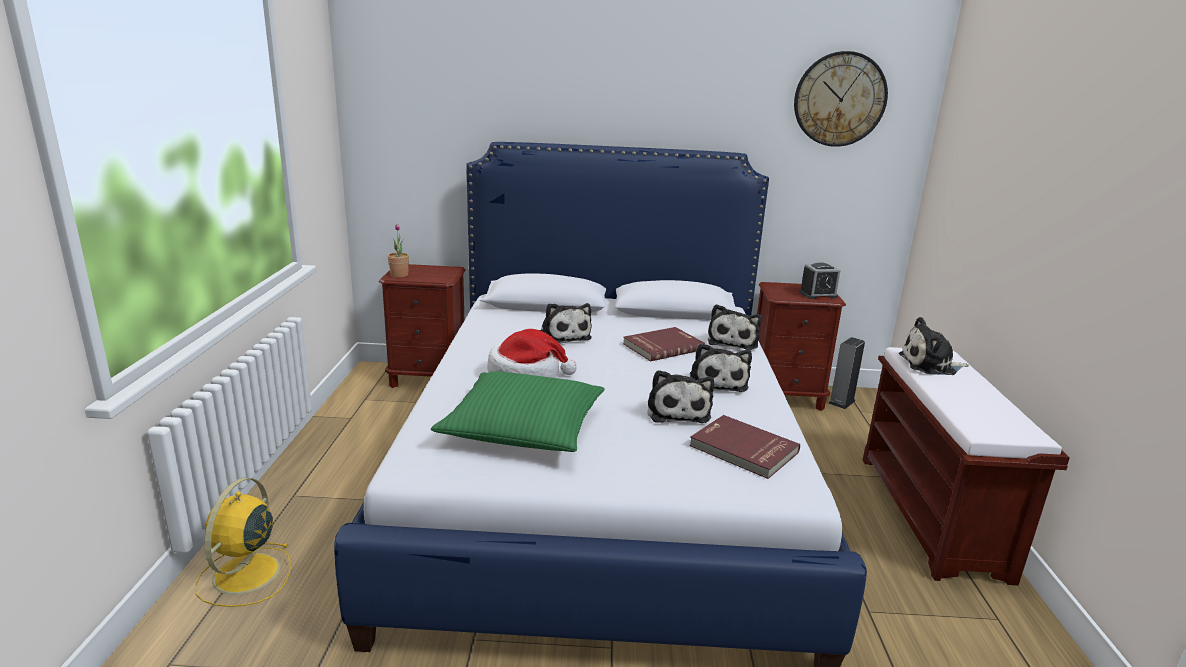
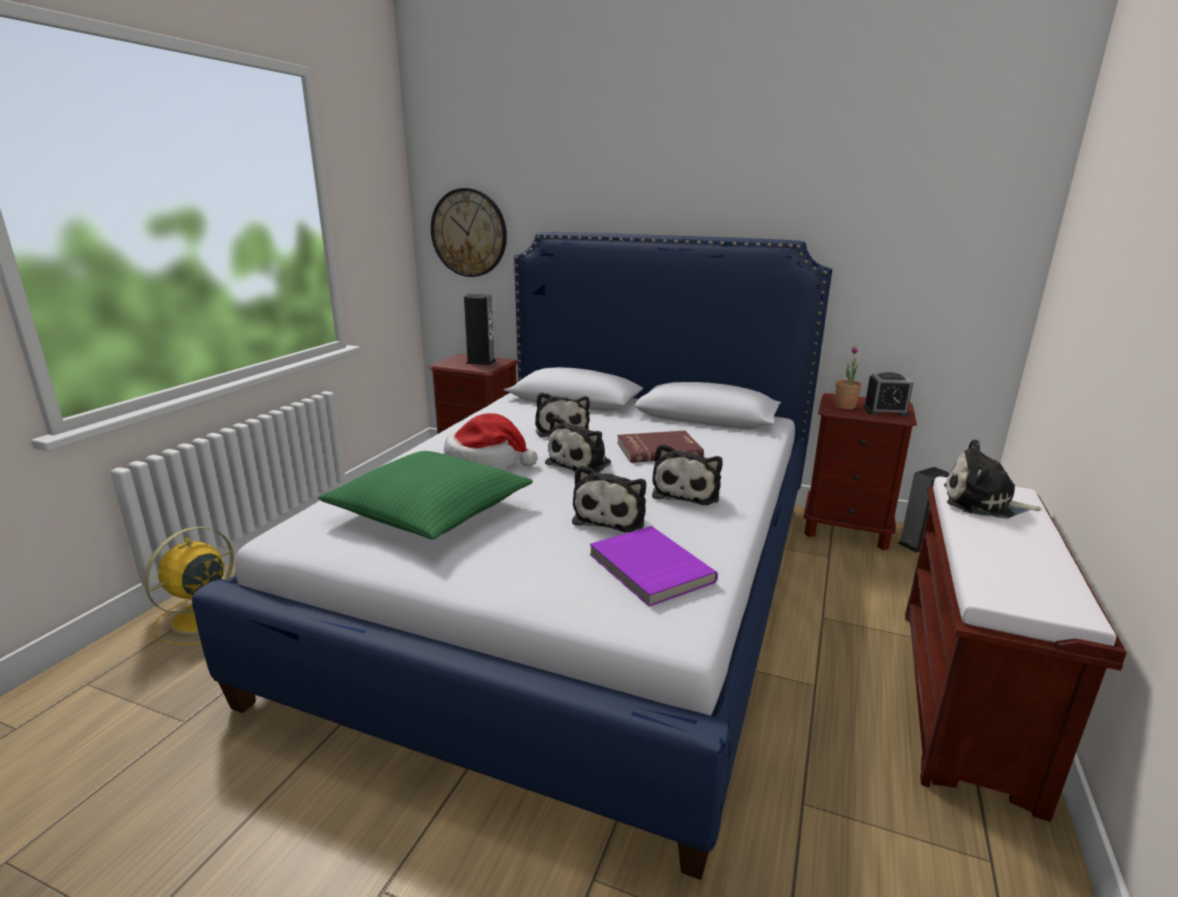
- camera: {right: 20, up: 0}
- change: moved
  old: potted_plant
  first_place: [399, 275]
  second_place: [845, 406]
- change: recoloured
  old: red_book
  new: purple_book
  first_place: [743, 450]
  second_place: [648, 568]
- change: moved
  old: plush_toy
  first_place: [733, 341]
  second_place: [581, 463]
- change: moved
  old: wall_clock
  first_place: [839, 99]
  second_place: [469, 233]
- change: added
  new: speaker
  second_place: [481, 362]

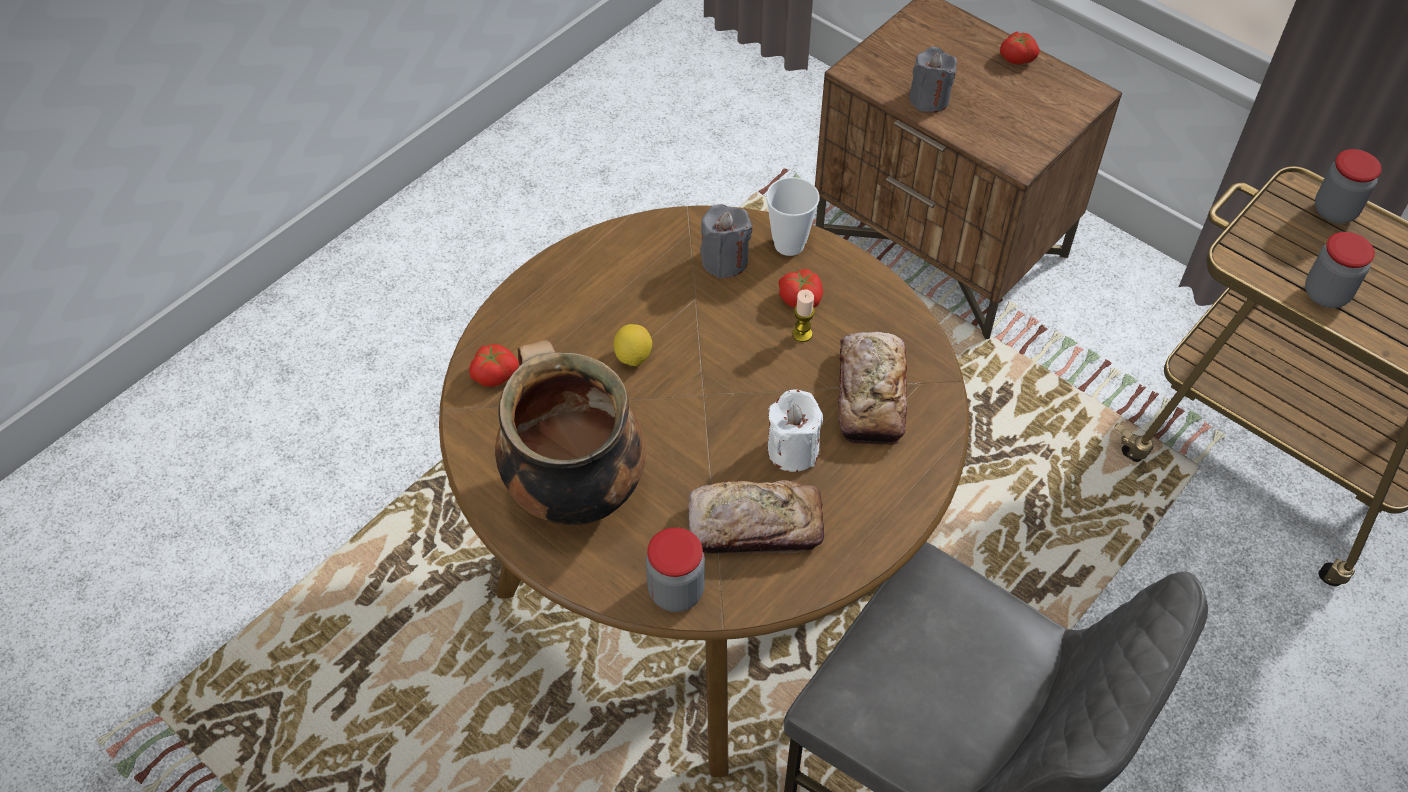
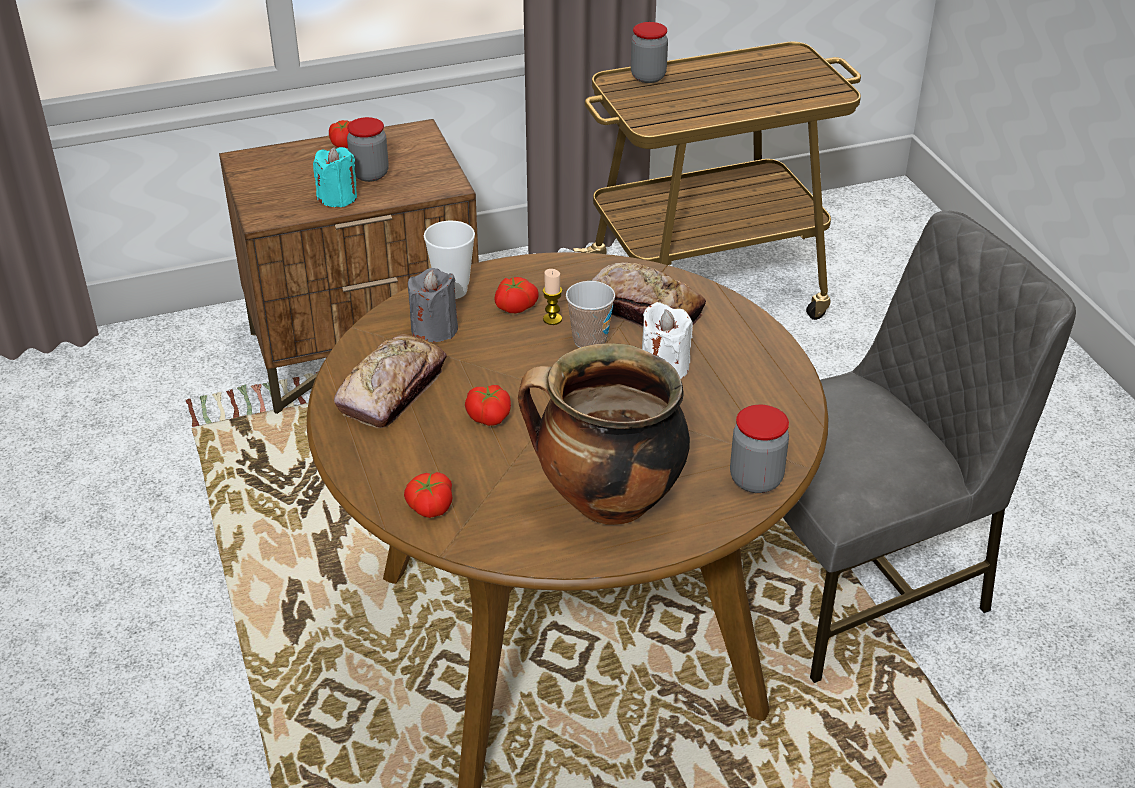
- camera: {right: -60, up: -15}
- change: replaced
  old: lemon
  new: tomato
  first_place: [633, 356]
  second_place: [490, 416]
- change: moved
  old: bread
  first_place: [755, 526]
  second_place: [392, 391]
- change: recoloured
  old: grey_candle
  new: turquoise_candle
  first_place: [929, 99]
  second_place: [338, 198]
- change: moved
  old: jar
  first_place: [1326, 294]
  second_place: [370, 174]
- change: added
  new: cup
  second_place: [589, 340]

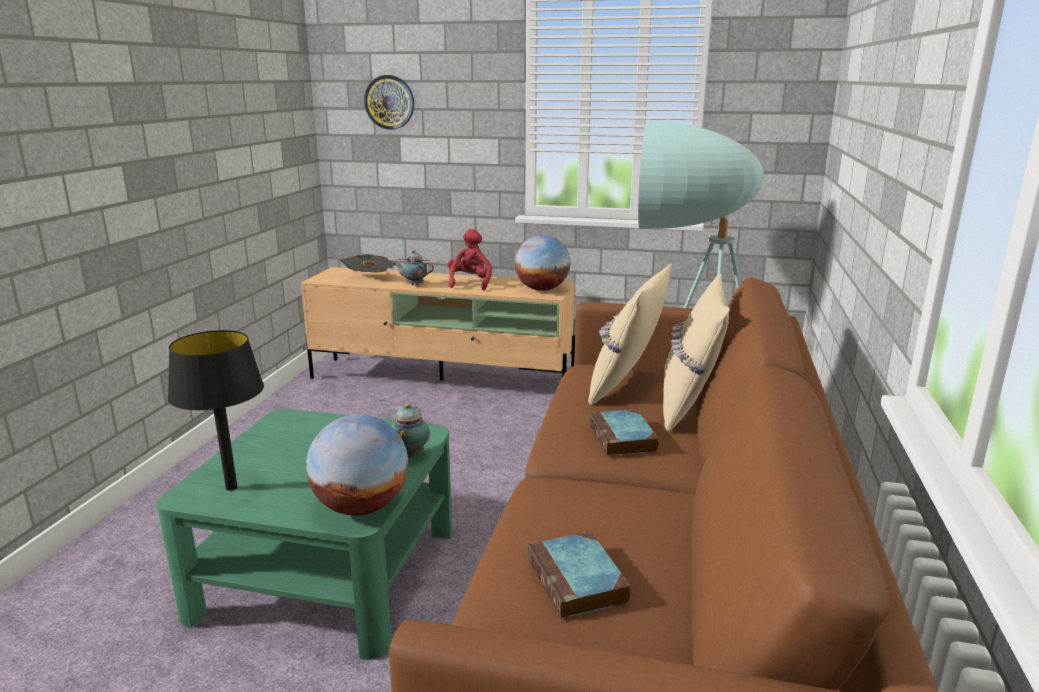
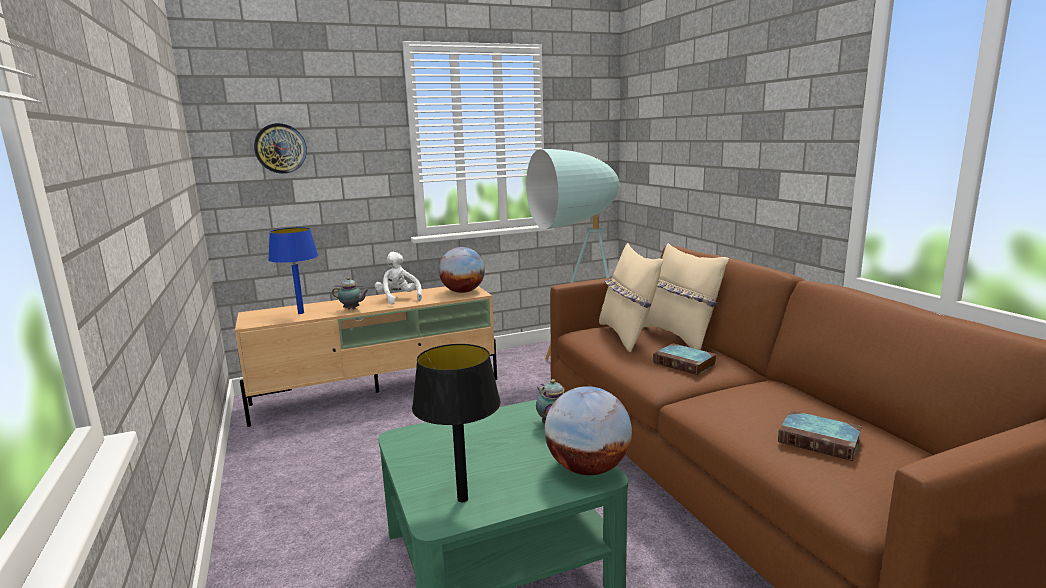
- camera: {right: -35, up: -5}
- change: replaced
  old: newspaper
  new: blue_table_lamp
  first_place: [370, 278]
  second_place: [301, 313]
- change: turned
  old: teapot
  first_place: [414, 285]
  second_place: [352, 309]
  degrees: -150
- change: recoloured
  old: red_plush_toy
  new: white_plush_toy
  first_place: [470, 283]
  second_place: [398, 299]

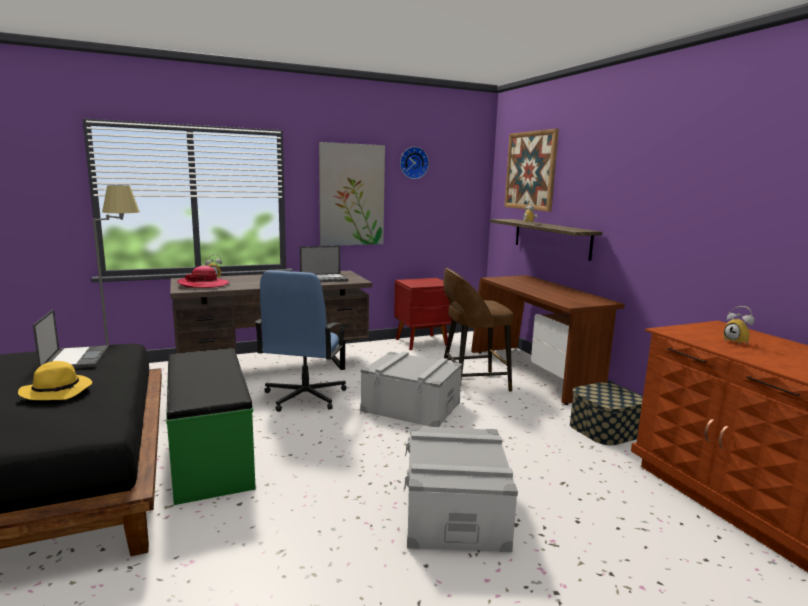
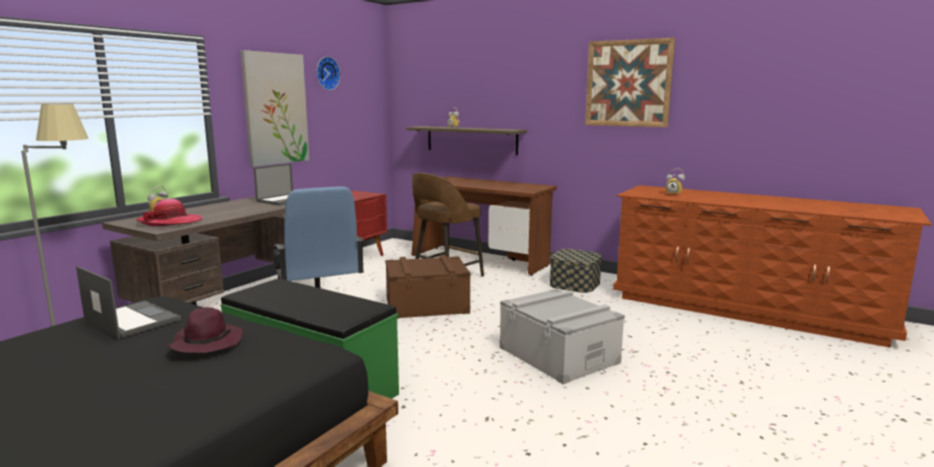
- camera: {right: -35, up: 0}
- change: recoloured
  old: yellow_hat
  new: purple_hat
  first_place: [58, 391]
  second_place: [206, 342]
- change: recoloured
  old: grey_storage_box
  new: brown_storage_box
  first_place: [411, 407]
  second_place: [427, 305]
- change: moved
  old: picture
  first_place: [530, 170]
  second_place: [628, 83]

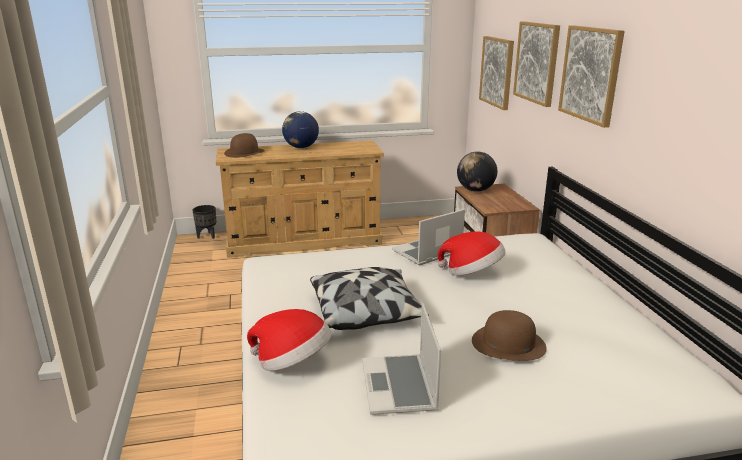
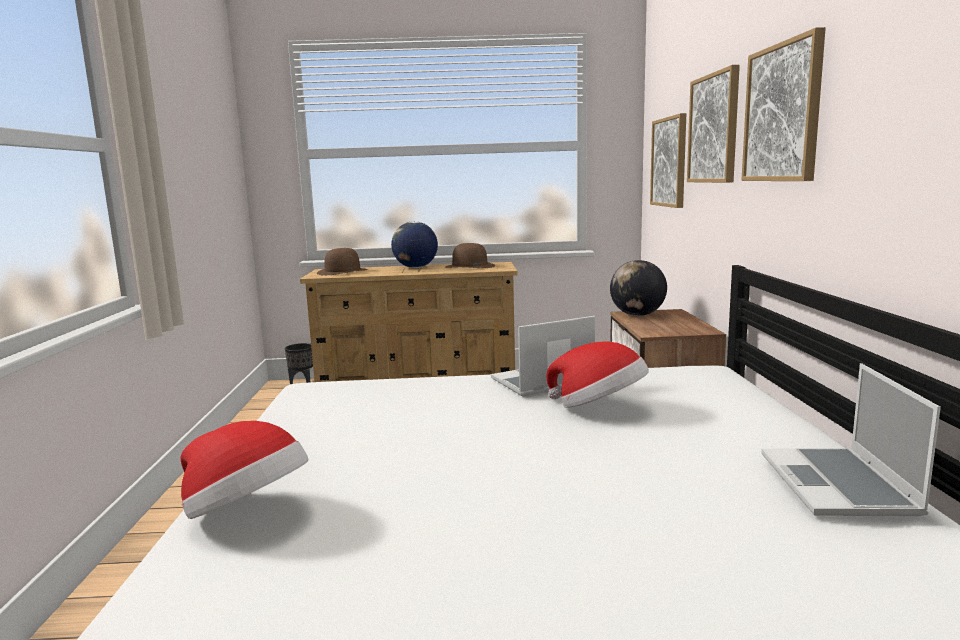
- camera: {right: 10, up: -10}
- change: removed
  old: pillow
  first_place: [366, 312]
- change: moved
  old: laptop
  first_place: [400, 386]
  second_place: [839, 485]
- change: moved
  old: brown_hat
  first_place: [508, 343]
  second_place: [469, 266]

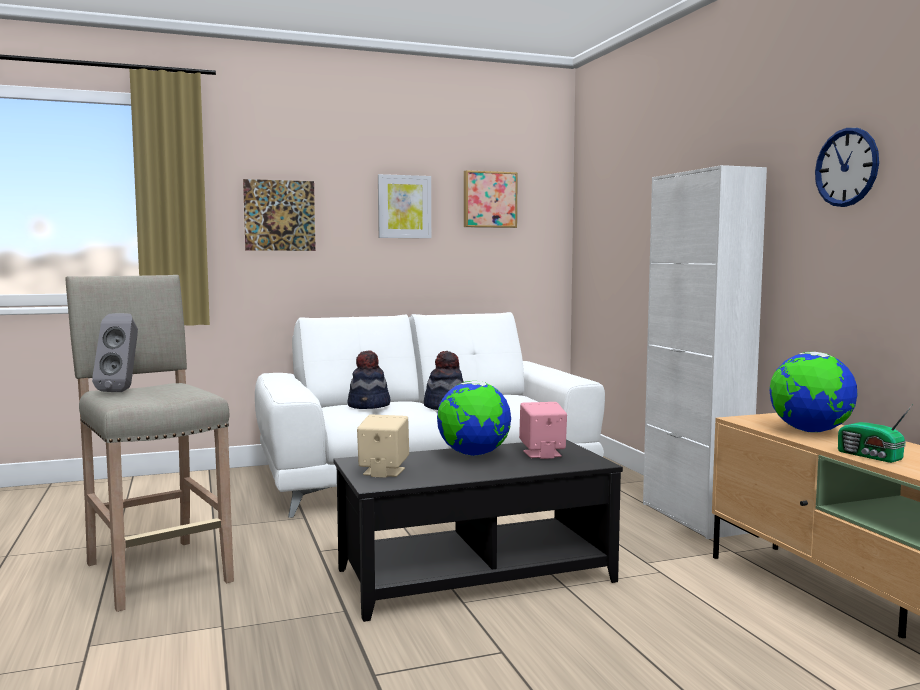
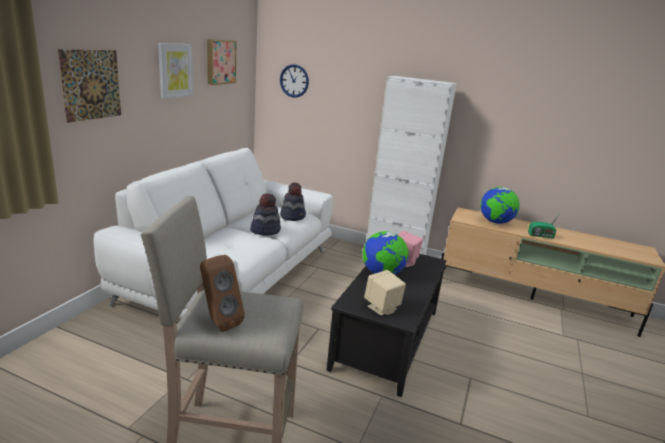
- camera: {right: -50, up: 15}
- change: recoloured
  old: grey_speaker
  new: brown_speaker
  first_place: [121, 391]
  second_place: [218, 322]
- change: moved
  old: hat
  first_place: [369, 406]
  second_place: [293, 216]
- change: moved
  old: wall_clock
  first_place: [846, 167]
  second_place: [294, 81]

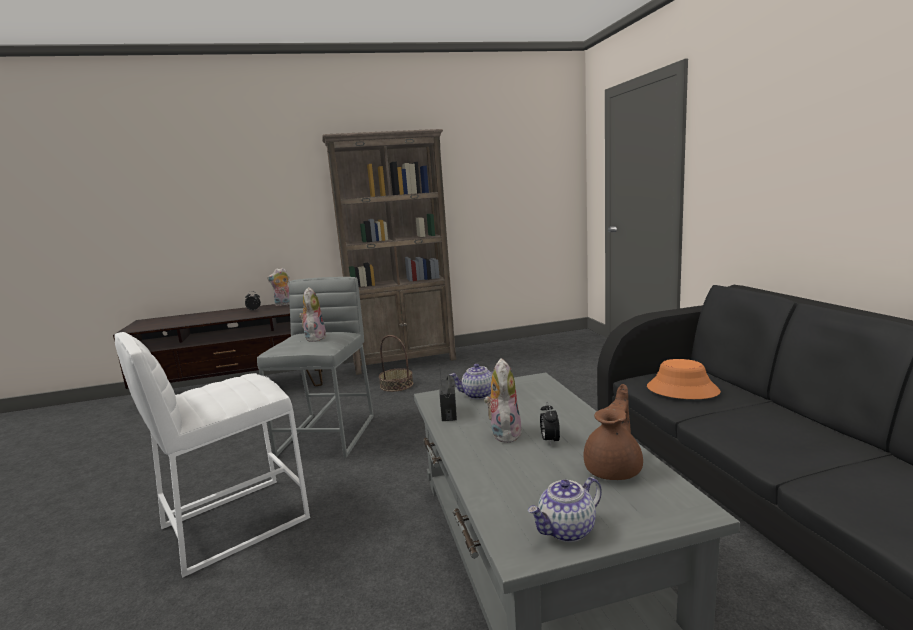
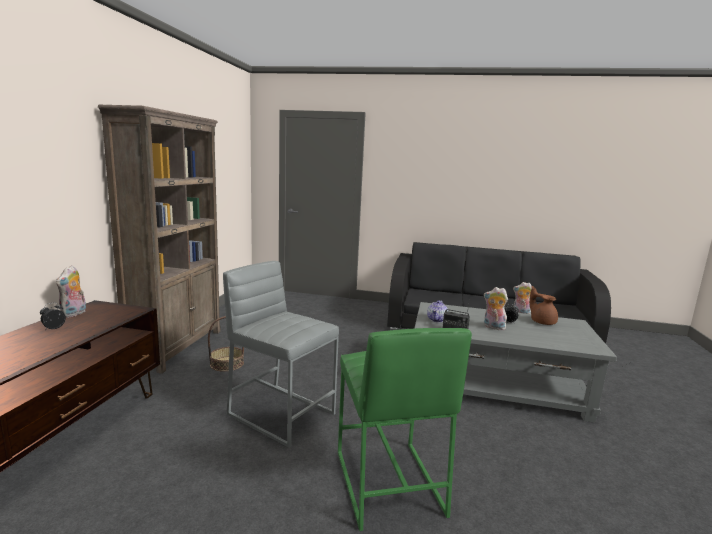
- camera: {right: -65, up: 0}
- change: recoloured
  old: white_stool
  new: green_stool
  first_place: [233, 522]
  second_place: [387, 483]
- change: moved
  old: plush_toy
  first_place: [314, 338]
  second_place: [520, 313]
- change: removed
  old: teapot
  first_place: [567, 530]
- change: removed
  old: orange_hat
  first_place: [682, 390]

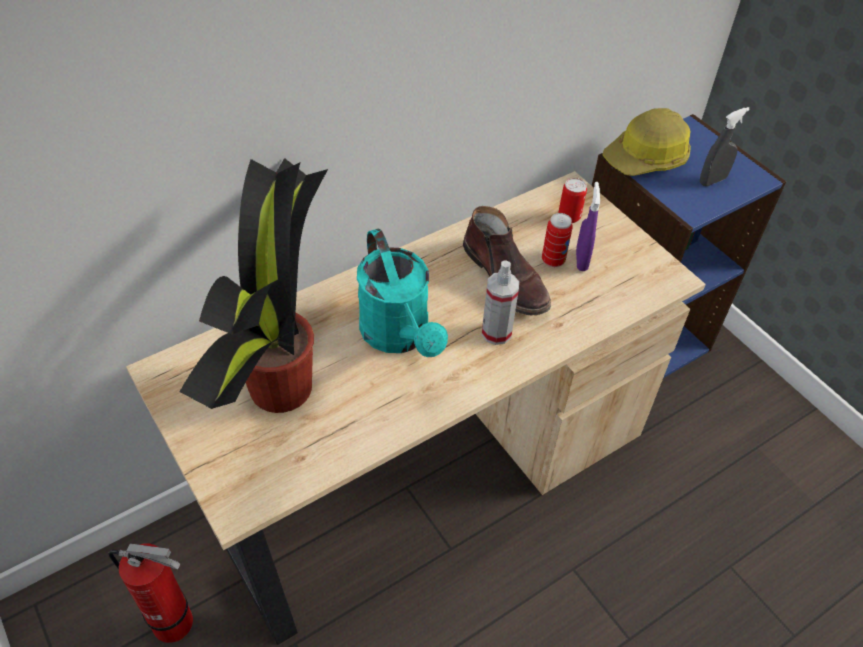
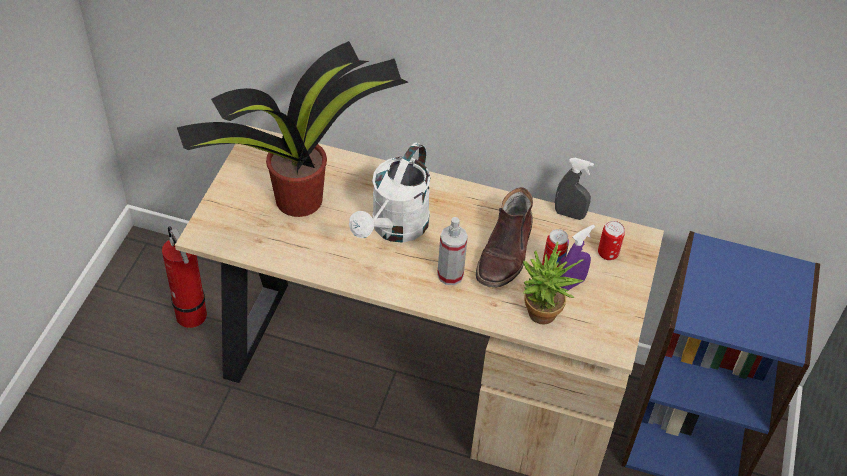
- camera: {right: 50, up: 0}
- change: recoloured
  old: turquoise_watering_can
  new: white_watering_can
  first_place: [400, 336]
  second_place: [395, 228]
- change: removed
  old: hard_hat
  first_place: [646, 158]
- change: moved
  old: grey_spray_bottle
  first_place: [712, 180]
  second_place: [569, 214]
- change: added
  new: potted_plant
  second_place: [540, 318]

